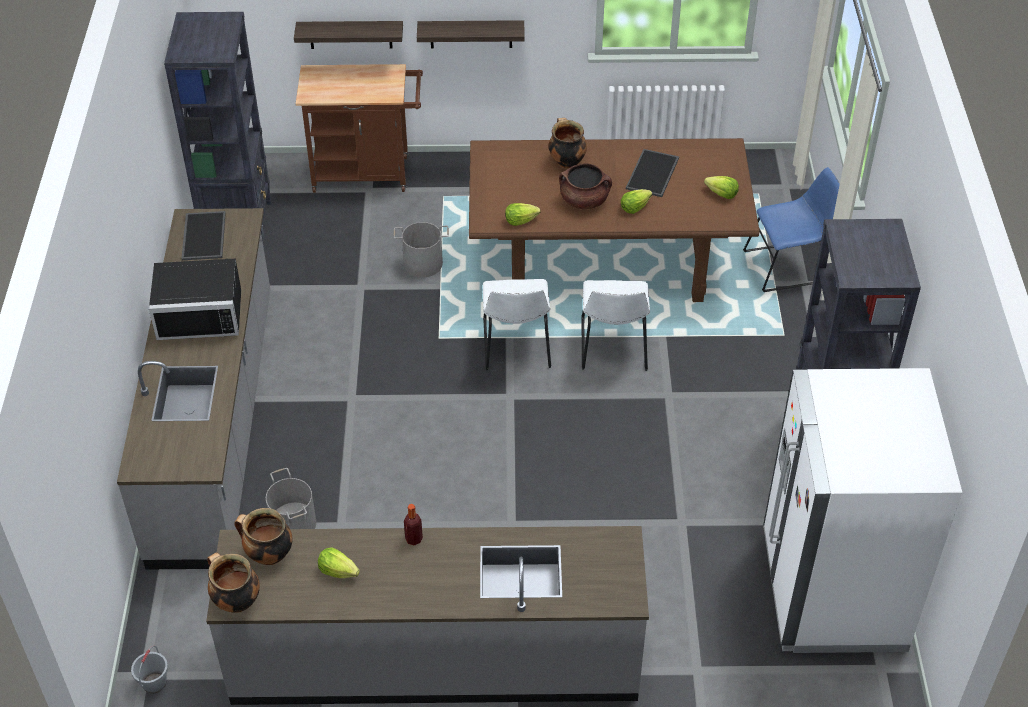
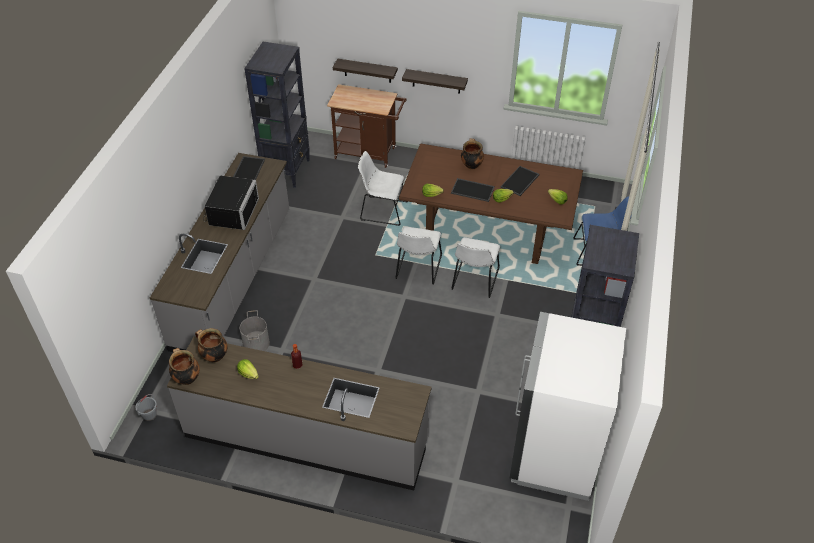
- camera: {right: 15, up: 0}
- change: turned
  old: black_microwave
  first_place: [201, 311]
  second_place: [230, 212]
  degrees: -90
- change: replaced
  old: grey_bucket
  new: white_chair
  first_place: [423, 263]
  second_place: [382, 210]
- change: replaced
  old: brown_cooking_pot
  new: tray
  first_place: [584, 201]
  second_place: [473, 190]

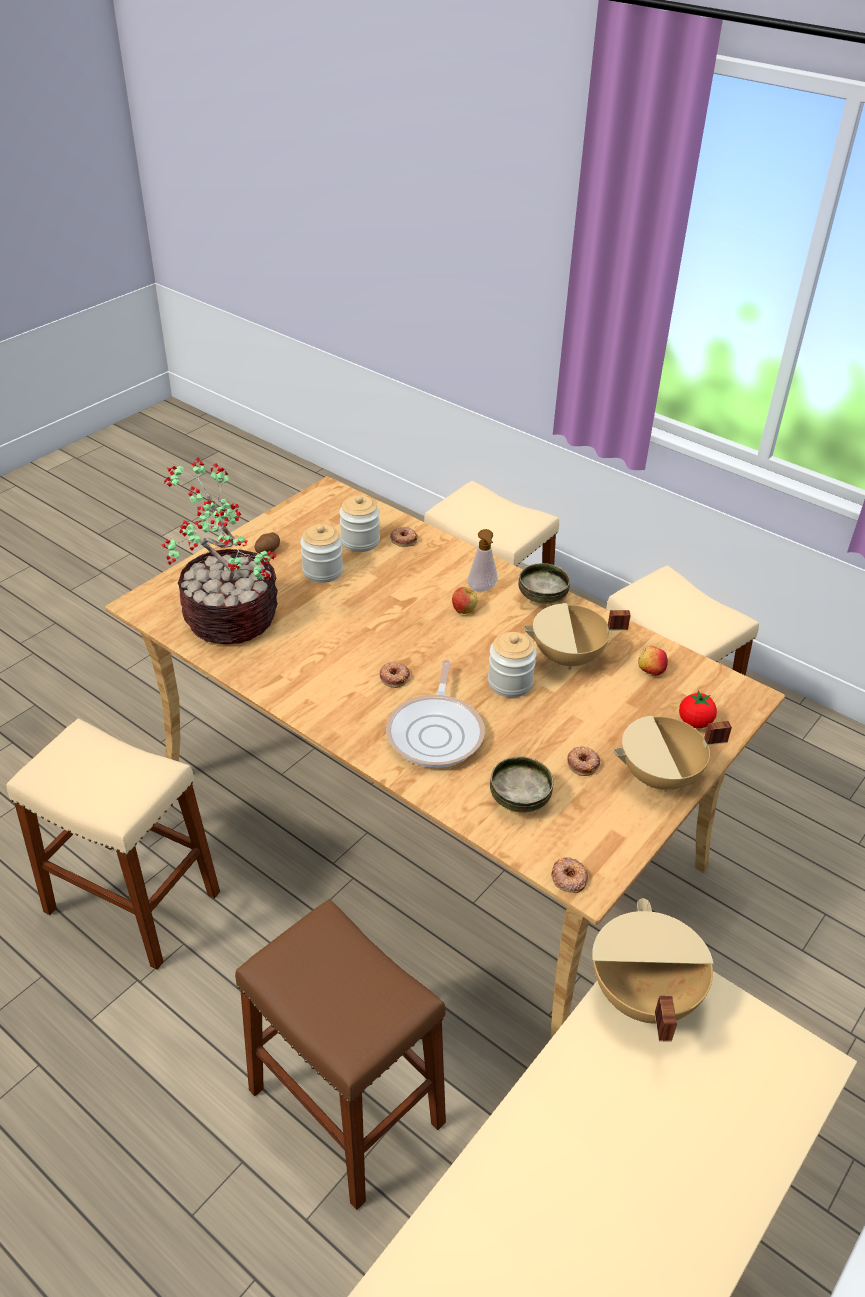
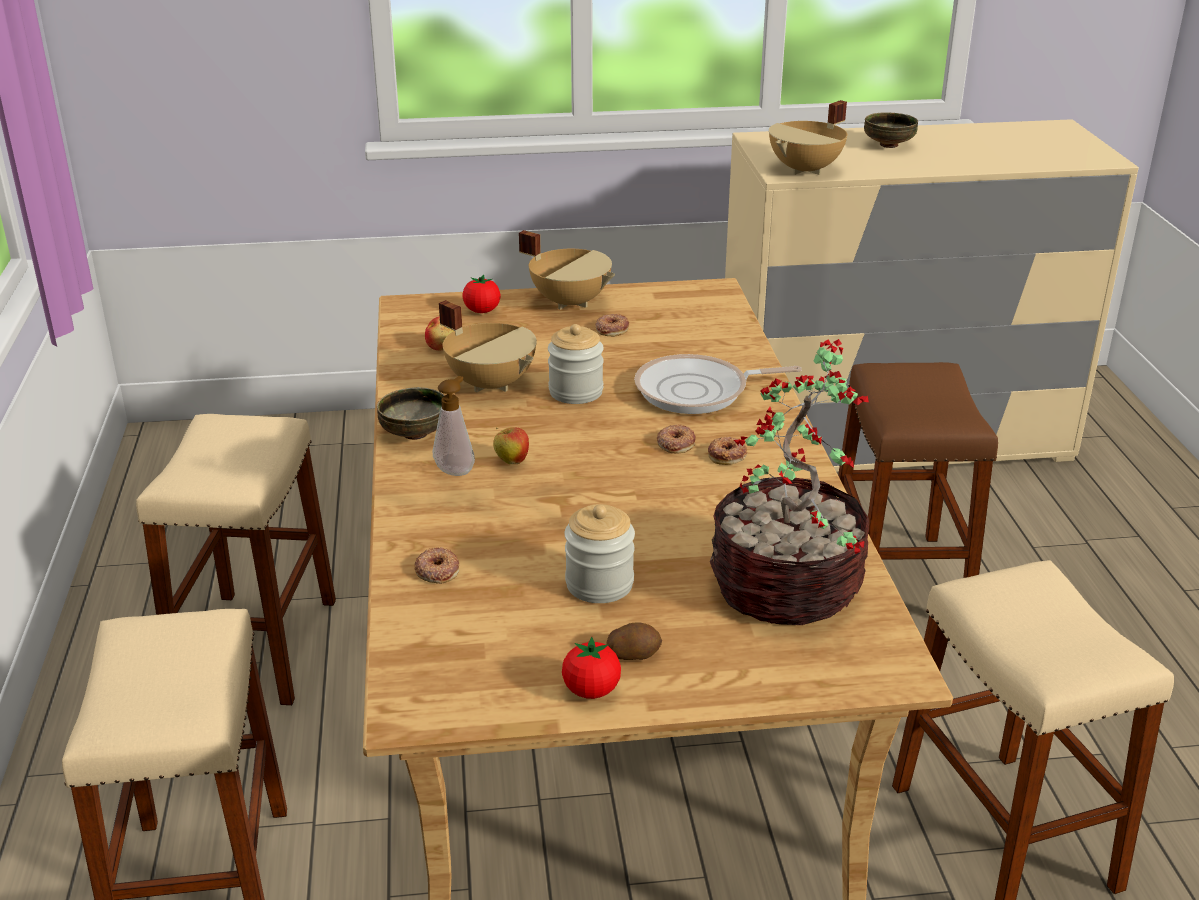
- camera: {right: -135, up: -10}
- change: removed
  old: jar
  first_place: [360, 541]
- change: turned
  old: frying_pan
  first_place: [437, 732]
  second_place: [698, 392]
  degrees: -150
- change: moved
  old: bowl
  first_place: [519, 799]
  second_place: [888, 145]
- change: moved
  old: donut
  first_place: [568, 878]
  second_place: [727, 455]
- change: added
  new: tomato
  second_place: [591, 690]

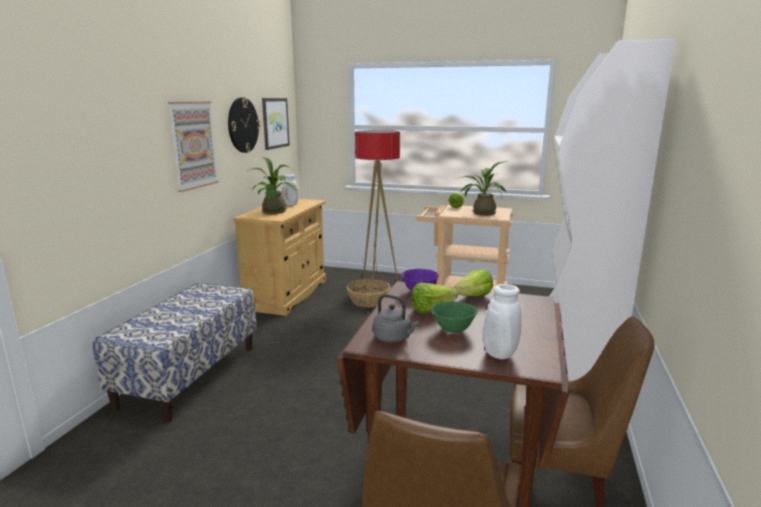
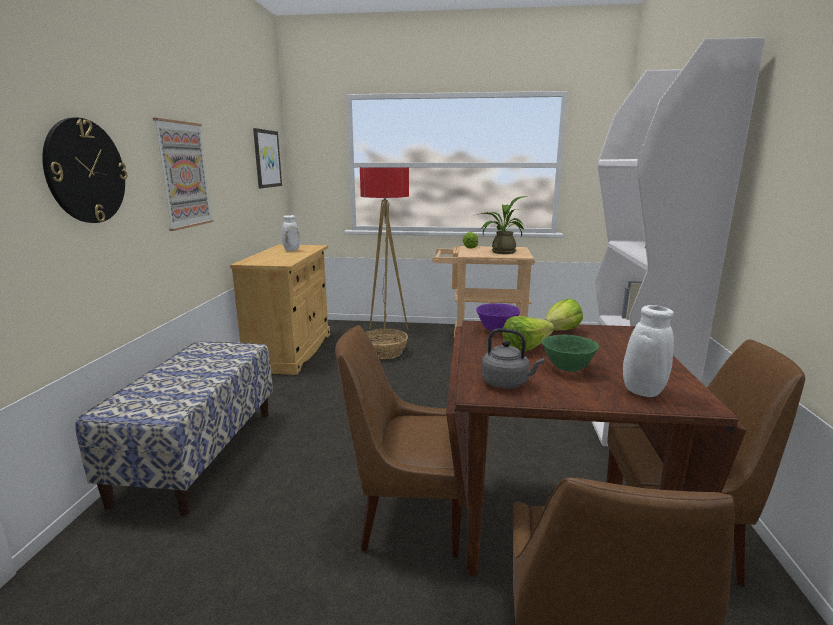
- camera: {right: -10, up: 0}
- change: moved
  old: wall_clock
  first_place: [243, 125]
  second_place: [85, 171]
- change: removed
  old: potted_plant
  first_place: [274, 212]
- change: added
  new: brown_chair
  second_place: [407, 516]

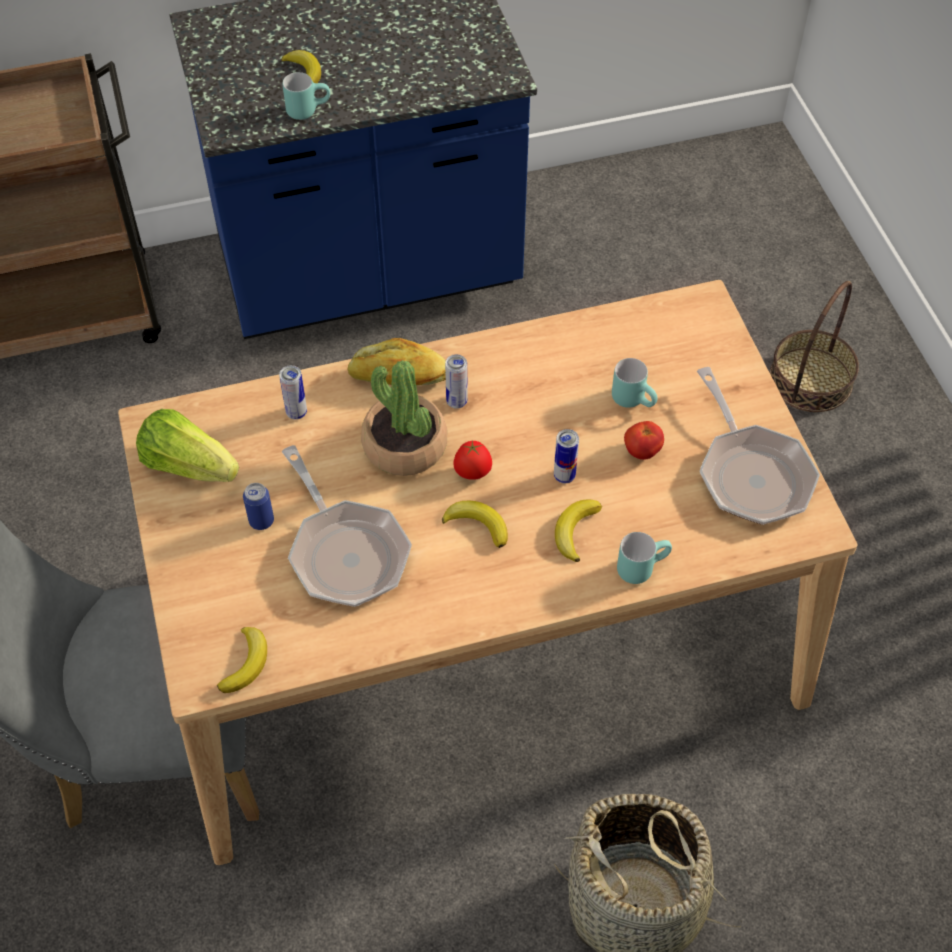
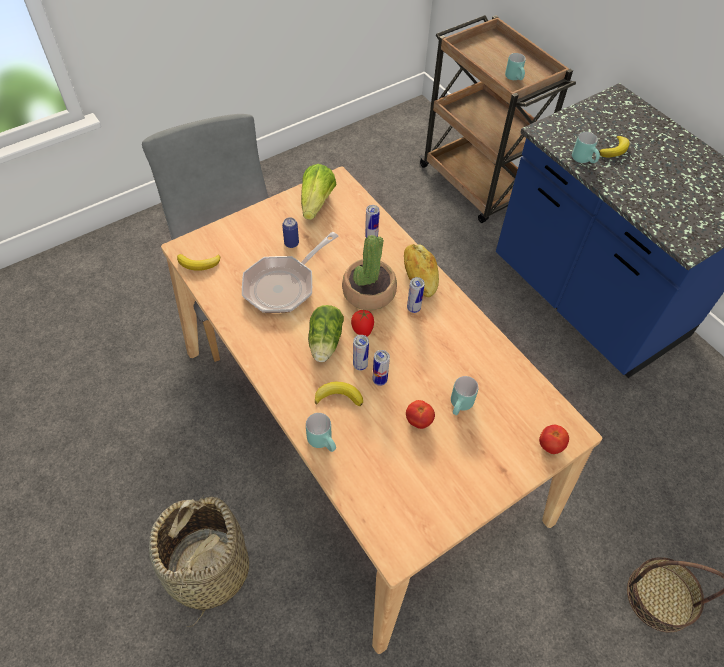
- camera: {right: 70, up: 0}
- change: replaced
  old: banana
  new: lettuce
  first_place: [478, 525]
  second_place: [324, 343]
- change: removed
  old: frying_pan
  first_place: [751, 473]
- change: added
  new: can
  second_place: [360, 365]
- change: added
  new: turquoise_mug
  second_place: [515, 78]
- change: added
  new: tomato
  second_place: [550, 445]

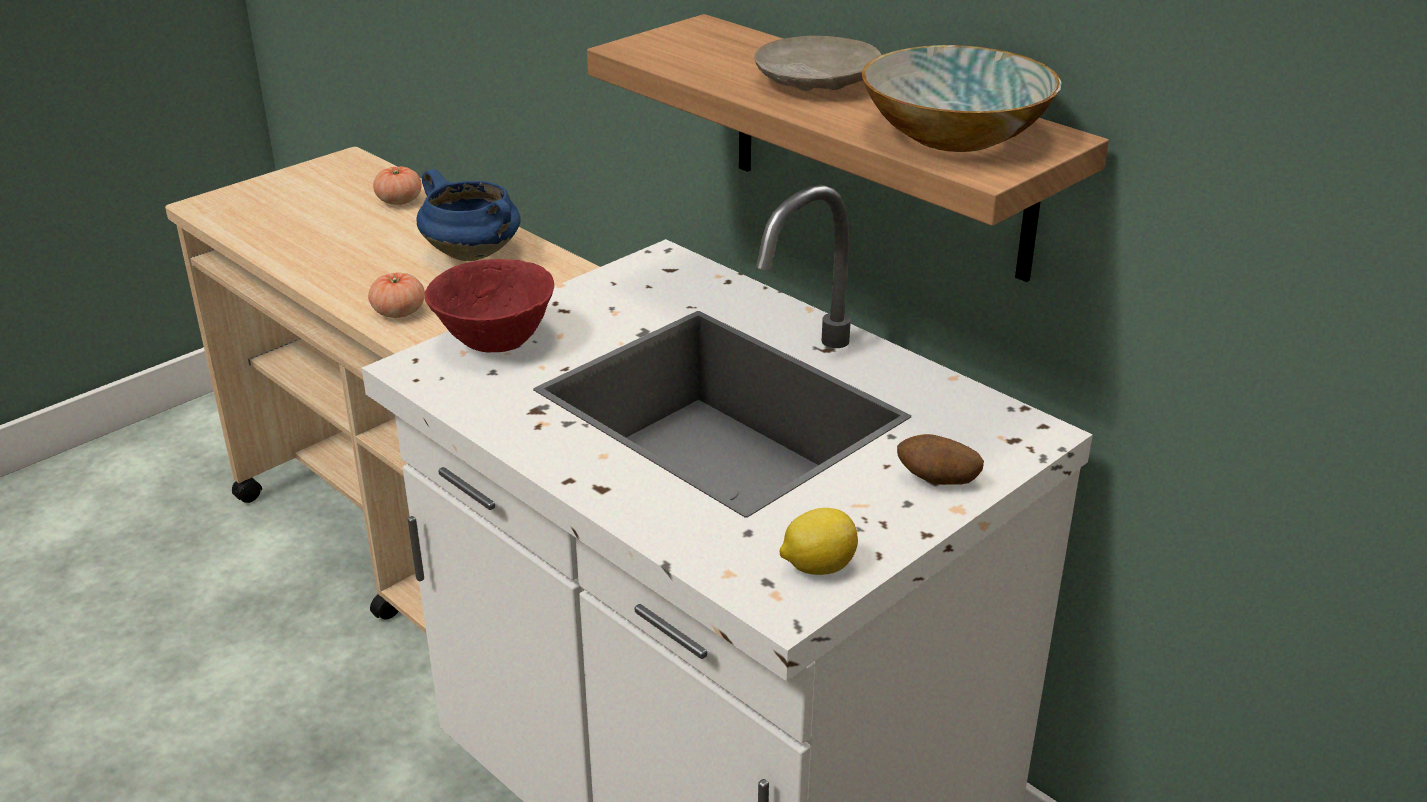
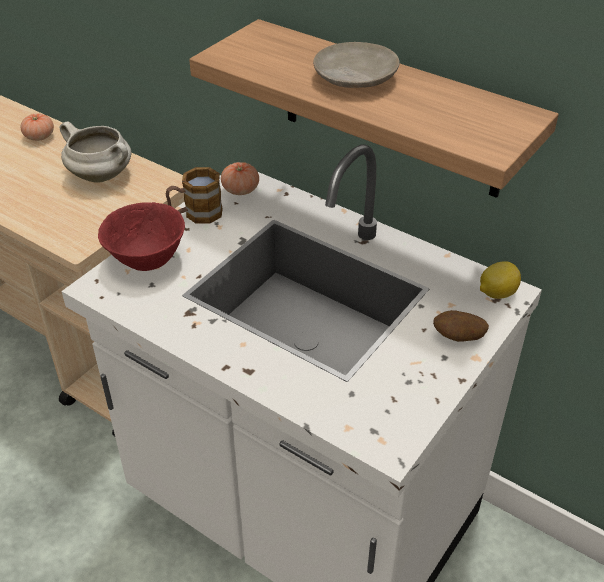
- camera: {right: -10, up: 10}
- change: moved
  old: tomato
  first_place: [399, 312]
  second_place: [240, 190]
- change: recoloured
  old: blue_cooking_pot
  new: white_cooking_pot
  first_place: [474, 254]
  second_place: [102, 176]
- change: moved
  old: lemon
  first_place: [817, 566]
  second_place: [496, 293]
- change: removed
  old: bowl
  first_place: [957, 136]
- change: added
  new: mug
  second_place: [196, 214]

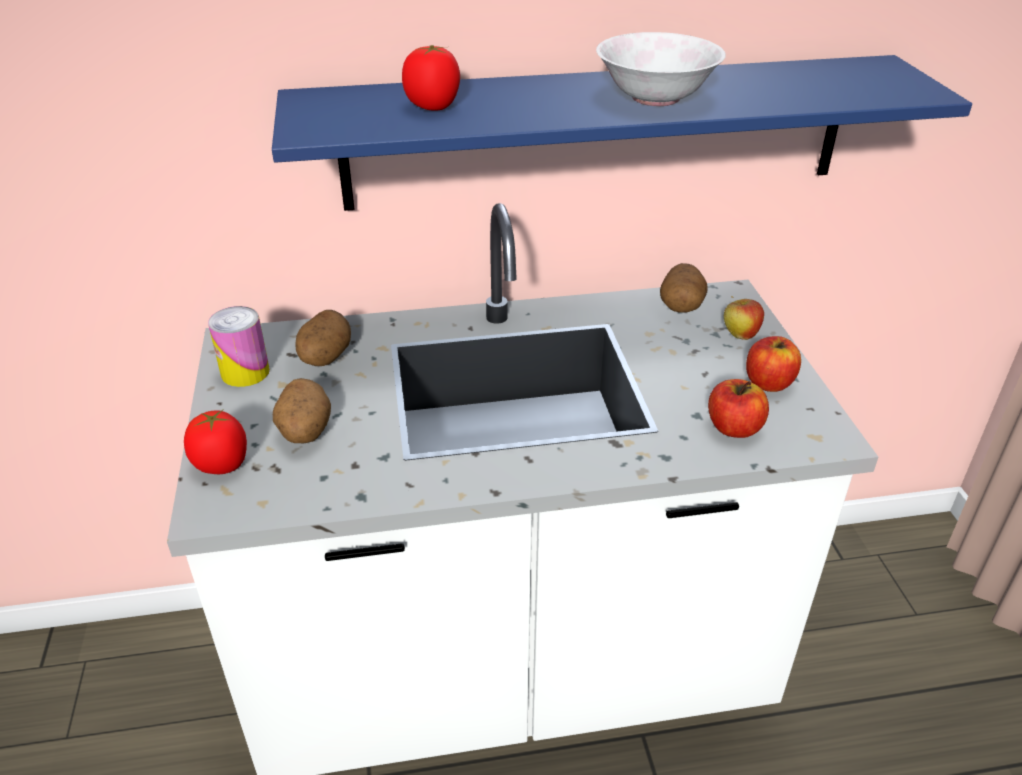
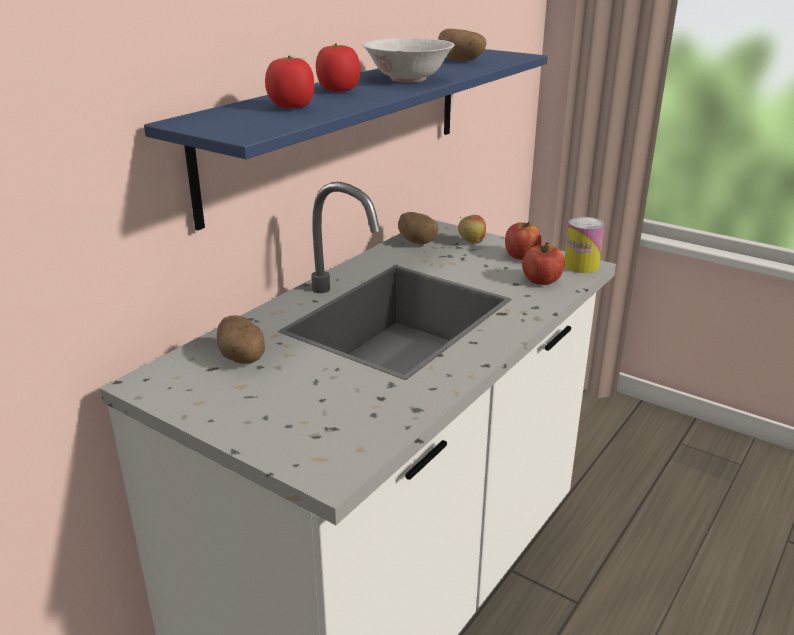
- camera: {right: -45, up: -10}
- change: moved
  old: tomato
  first_place: [222, 464]
  second_place: [338, 91]
- change: moved
  old: can
  first_place: [245, 372]
  second_place: [581, 266]
- change: moved
  old: potato
  first_place: [305, 432]
  second_place: [461, 60]

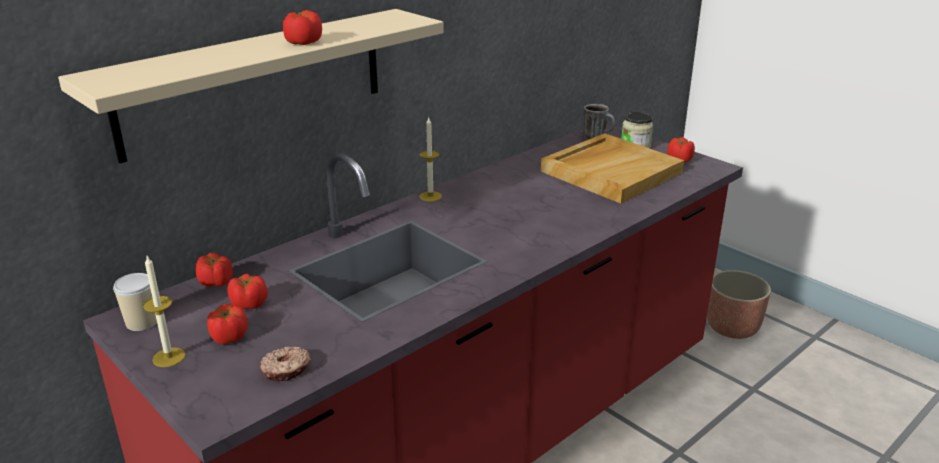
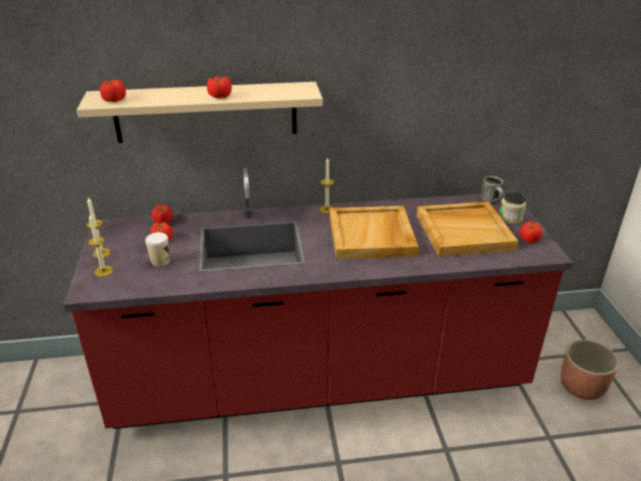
- camera: {right: 35, up: 5}
- change: moved
  old: cup
  first_place: [142, 322]
  second_place: [160, 261]
- change: moved
  old: tomato
  first_place: [229, 337]
  second_place: [114, 100]
- change: removed
  old: donut
  first_place: [286, 370]
- change: added
  new: candle
  second_place: [103, 271]
- change: added
  new: beige_tray
  second_place: [372, 236]

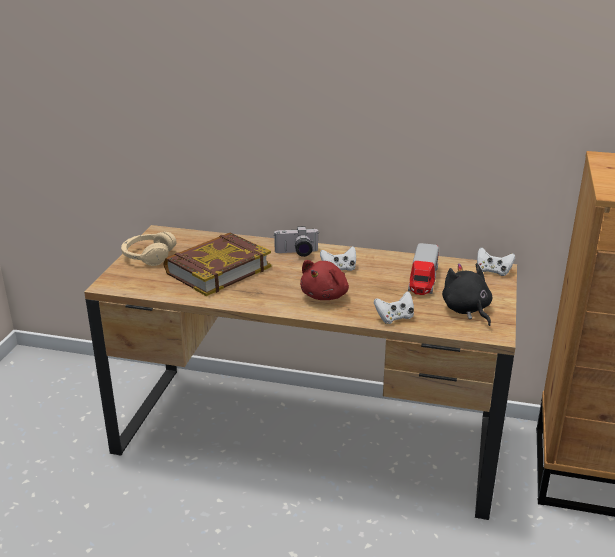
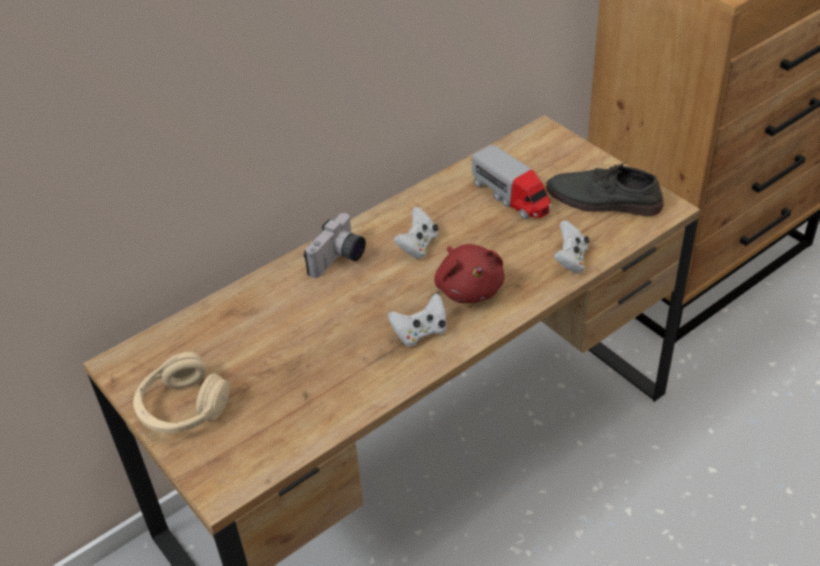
- camera: {right: -50, up: 15}
- change: removed
  old: book
  first_place: [217, 270]
- change: replaced
  old: black_plush_toy
  new: grey_shoe
  first_place: [466, 310]
  second_place: [603, 200]
- change: moved
  old: white_game_controller
  first_place: [493, 271]
  second_place: [420, 332]

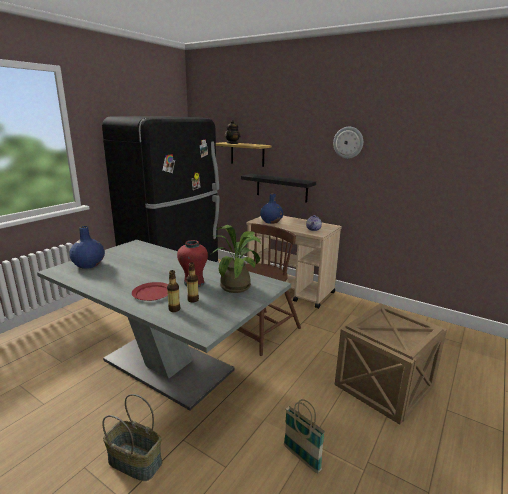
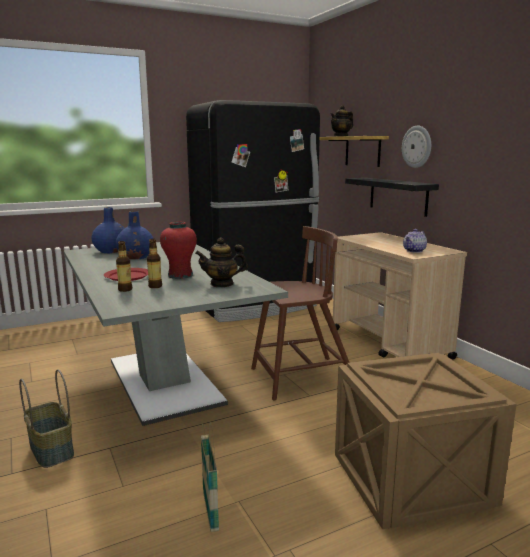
- camera: {right: 30, up: -5}
- change: replaced
  old: potted_plant
  new: teapot
  first_place: [238, 285]
  second_place: [222, 284]
- change: moved
  old: blue_vase
  first_place: [271, 221]
  second_place: [136, 257]
- change: moved
  old: wall_clock
  first_place: [348, 142]
  second_place: [417, 146]

